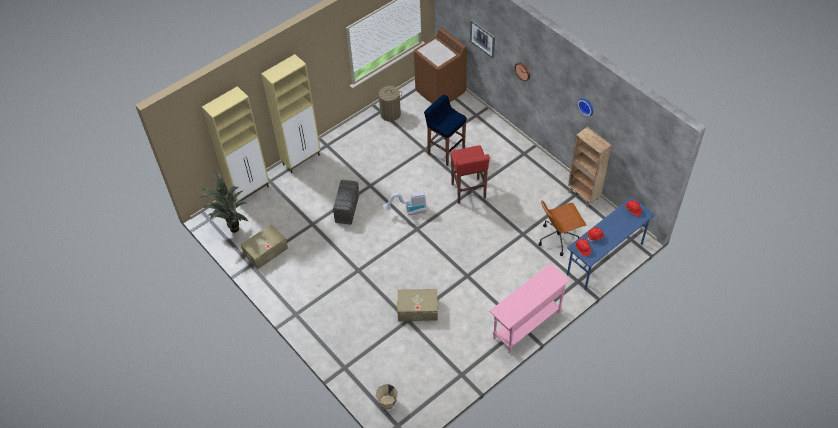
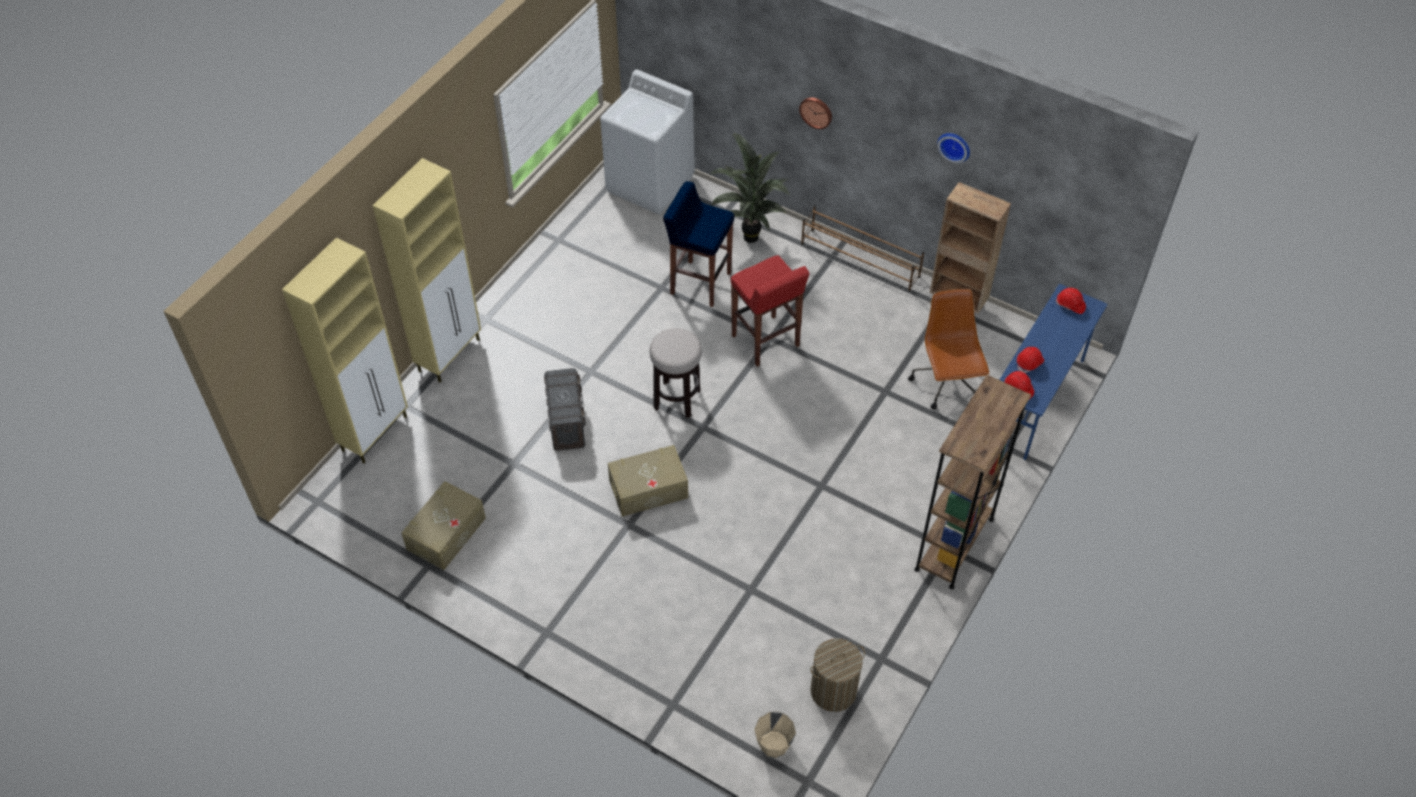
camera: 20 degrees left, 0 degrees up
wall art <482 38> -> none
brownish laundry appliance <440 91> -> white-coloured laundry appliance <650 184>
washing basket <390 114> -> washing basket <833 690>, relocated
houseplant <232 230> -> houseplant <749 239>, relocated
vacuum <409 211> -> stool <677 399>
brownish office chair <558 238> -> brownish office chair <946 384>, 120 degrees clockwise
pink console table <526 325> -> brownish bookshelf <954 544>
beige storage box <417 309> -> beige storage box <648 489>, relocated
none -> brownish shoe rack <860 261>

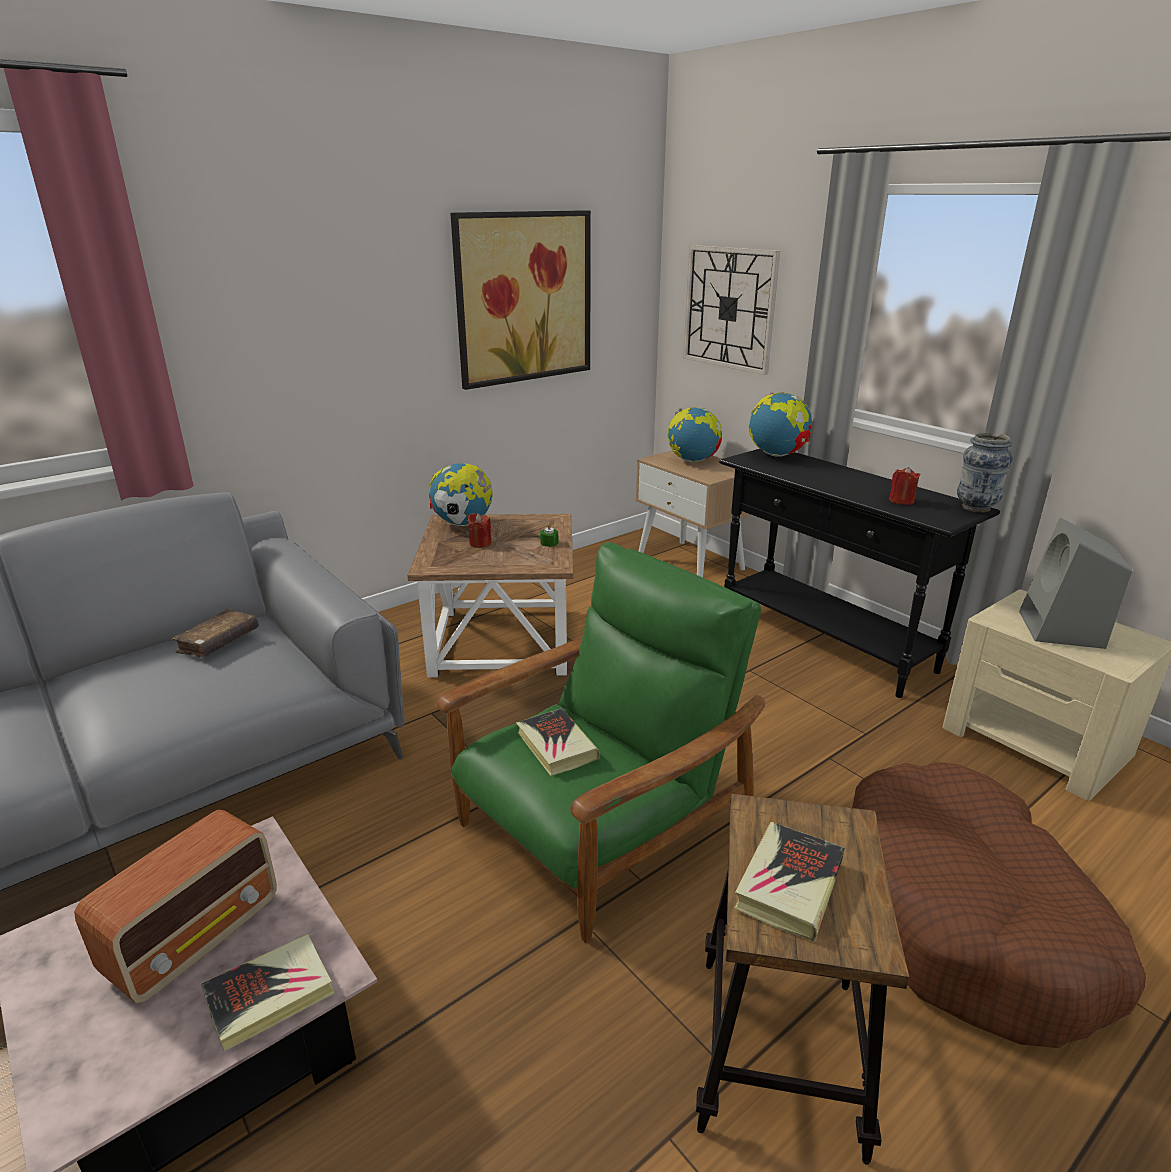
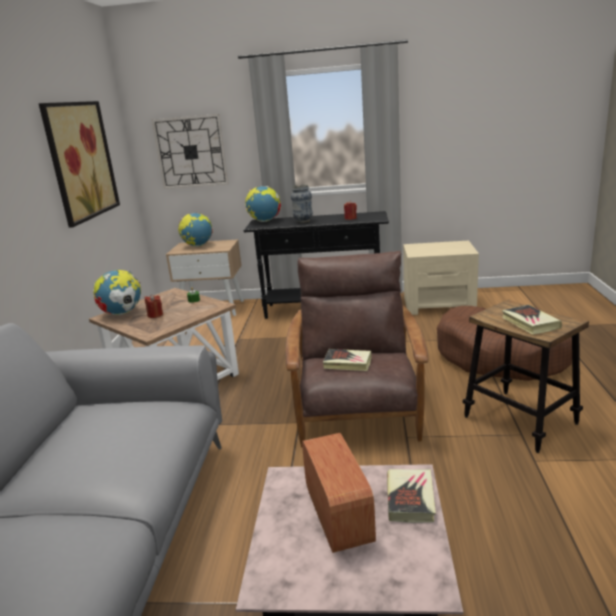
camera: 45 degrees left, 5 degrees down
decorative vase <975 508> -> decorative vase <303 221>, relocated
greyish speaker <1062 630> -> none
green-coloured easy chair <601 825> -> brownish easy chair <357 408>
brownish volume <218 642> -> none

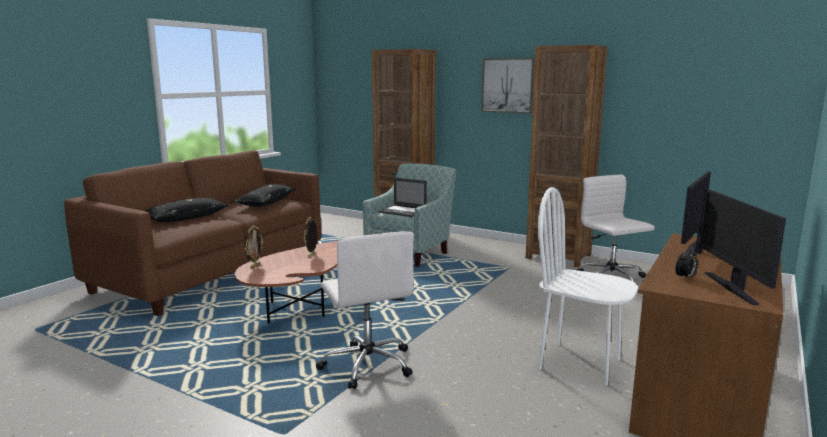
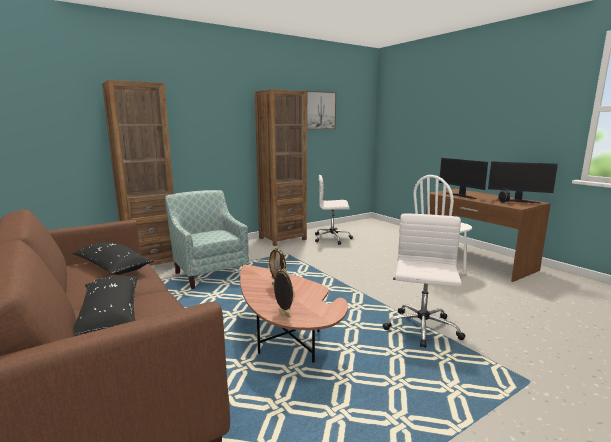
camera: 65 degrees left, 0 degrees up
wall art <508 85> -> wall art <320 110>, relocated
notebook computer <403 211> -> none
white-coloured office chair <367 364> -> white-coloured office chair <422 329>, 75 degrees counterclockwise

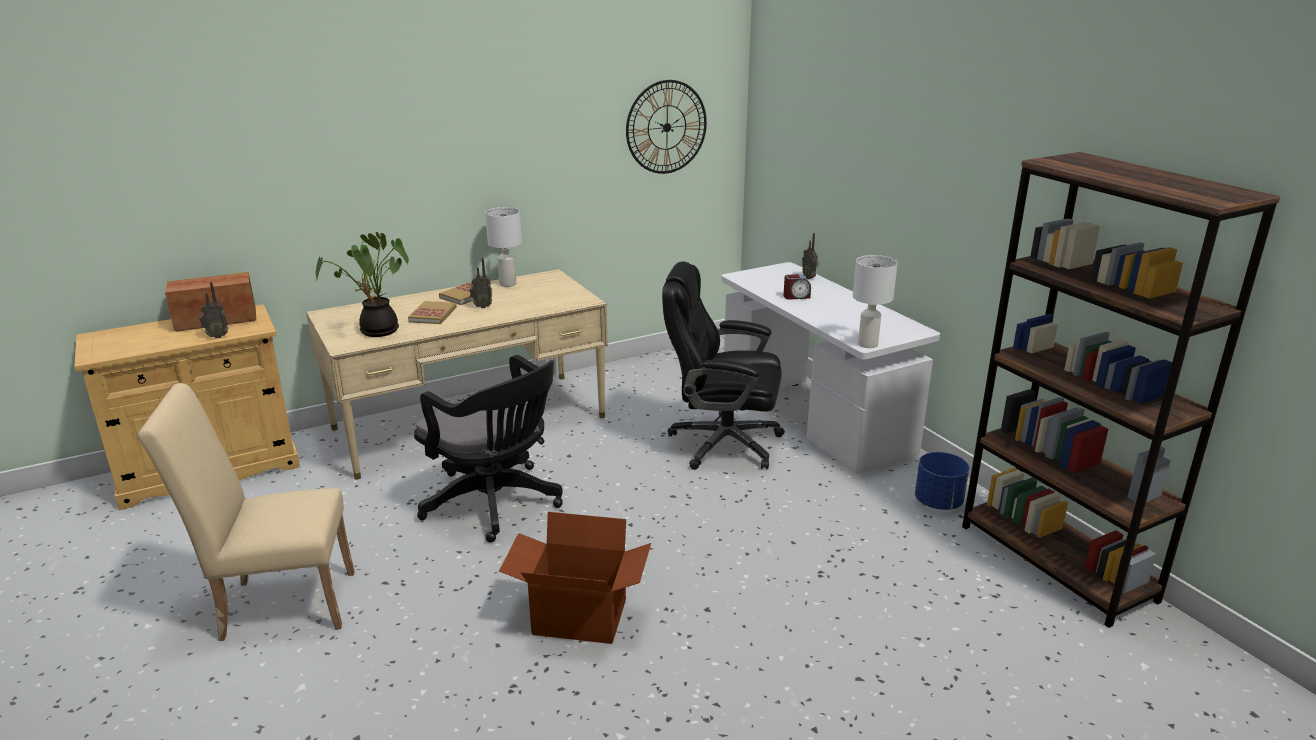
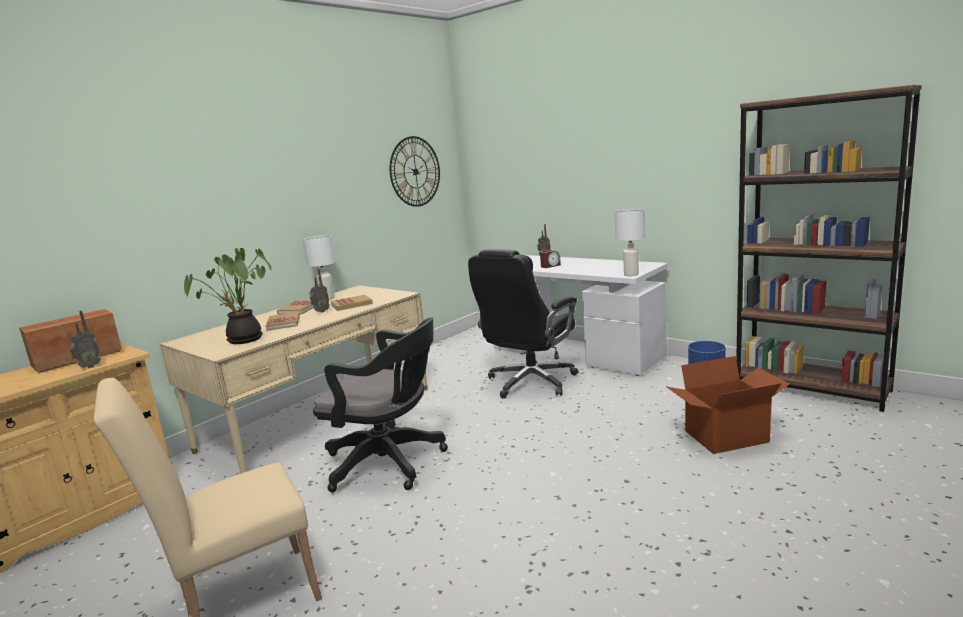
camera: 20 degrees left, 10 degrees down
black-coloured office chair <722 443> -> black-coloured office chair <530 382>, 45 degrees counterclockwise
cardboard box <579 618> -> cardboard box <727 437>, relocated
none -> volume <351 304>

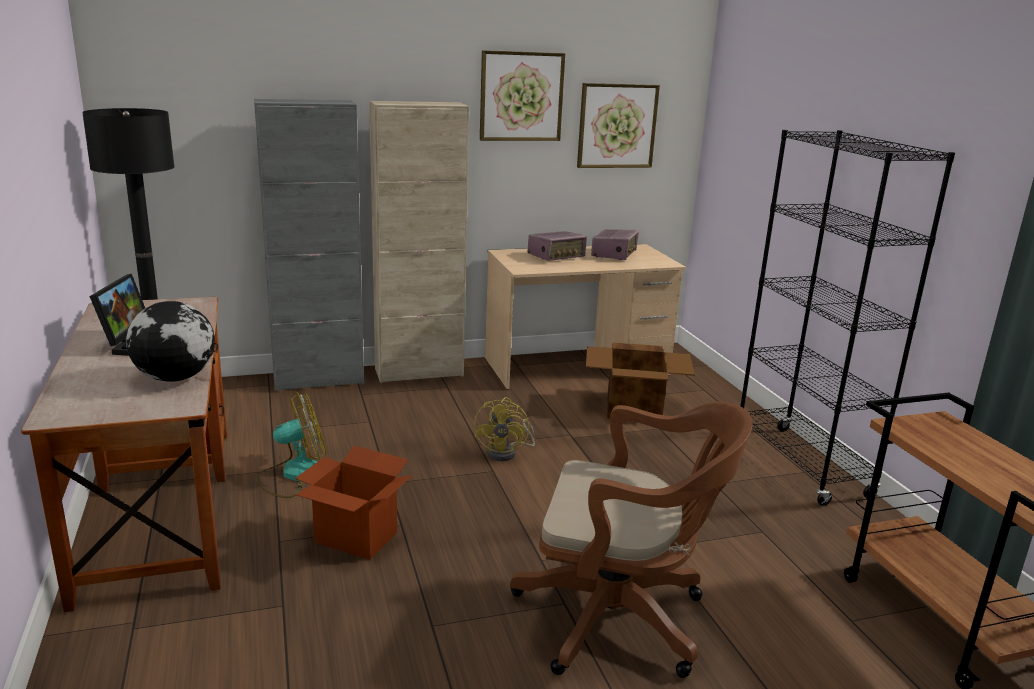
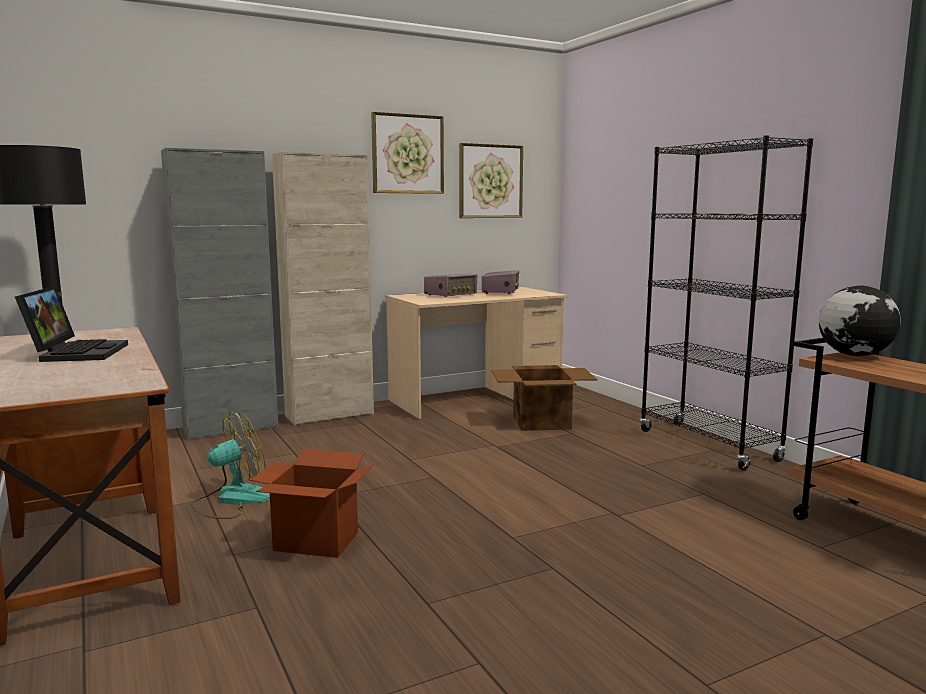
camera: 10 degrees left, 10 degrees down
globe <176 378> -> globe <854 355>, relocated
yellowish cooling fan <507 453> -> none
brownish office chair <621 619> -> none

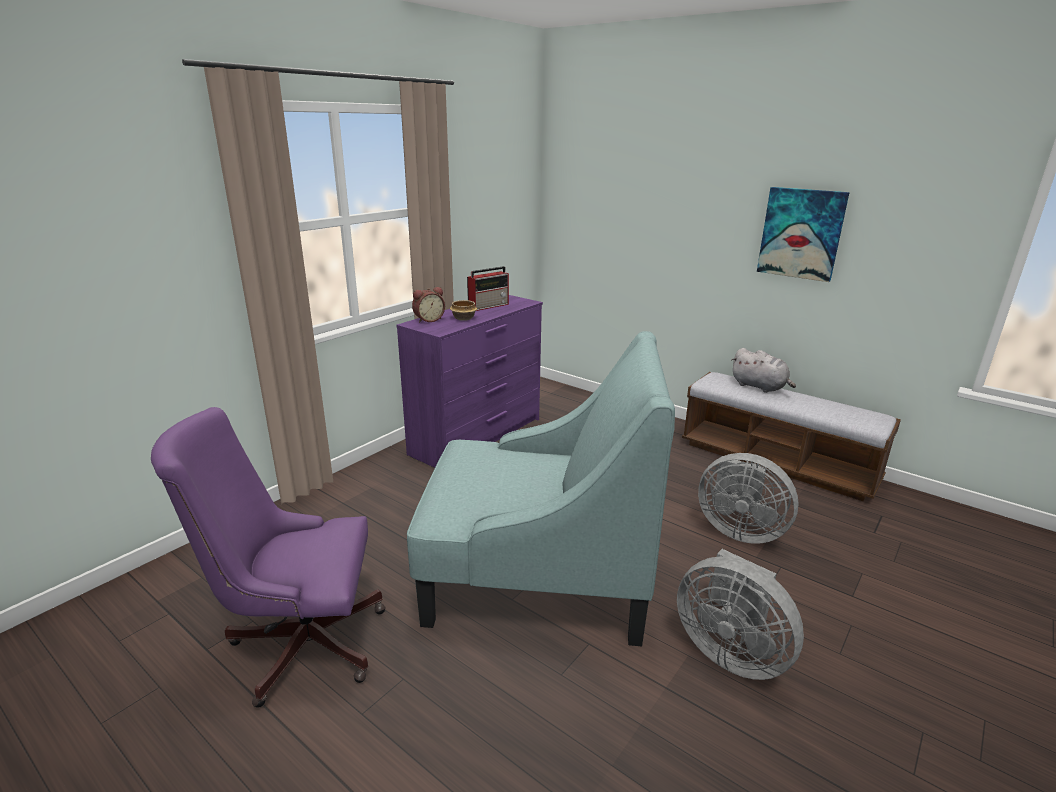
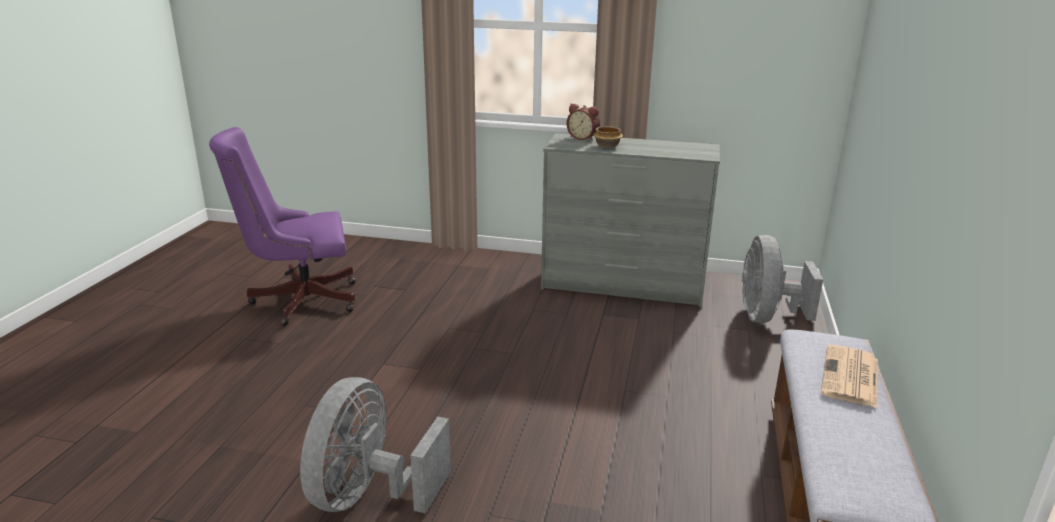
camera: 65 degrees right, 0 degrees up
wall art <801 233> -> none
radio set <489 306> -> none
purplish drawer chest <477 437> -> greyish drawer chest <622 286>
turquoise easy chair <536 574> -> none
greyish cuddly toy <760 387> -> printed paper <850 377>
purplish office chair <299 643> -> purplish office chair <299 300>, 75 degrees counterclockwise
greyish cooling fan <738 530> -> greyish cooling fan <767 317>, relocated

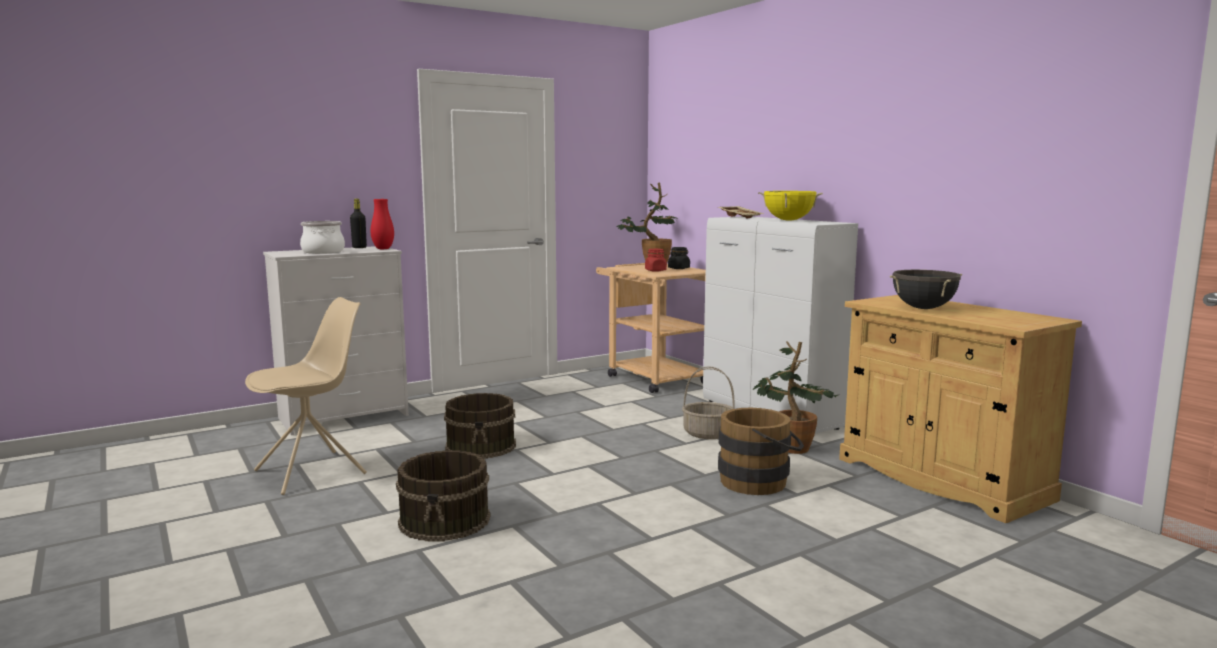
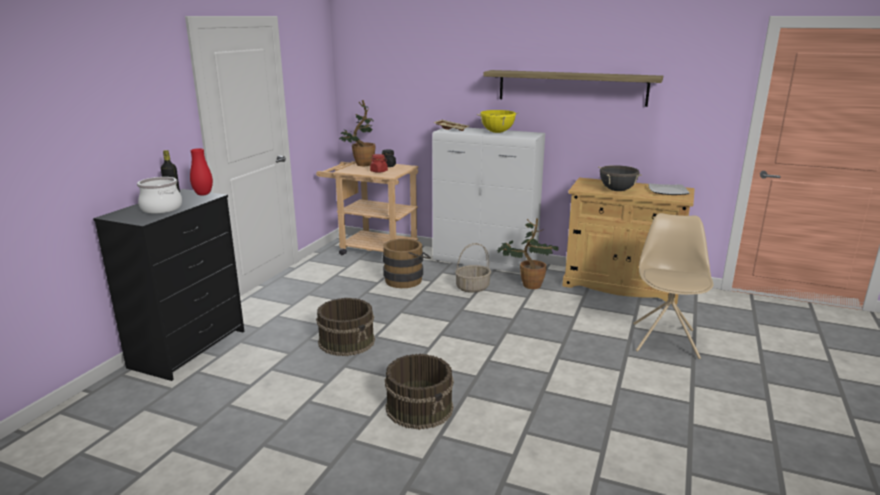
camera: 35 degrees left, 10 degrees up
white-coloured drawer chest <345 416> -> black-coloured drawer chest <189 348>
beige plain chair <313 472> -> beige plain chair <665 340>, relocated
brownish pail <760 482> -> brownish pail <406 279>, relocated
none -> wall shelf <571 87>
none -> dinner plate <667 191>

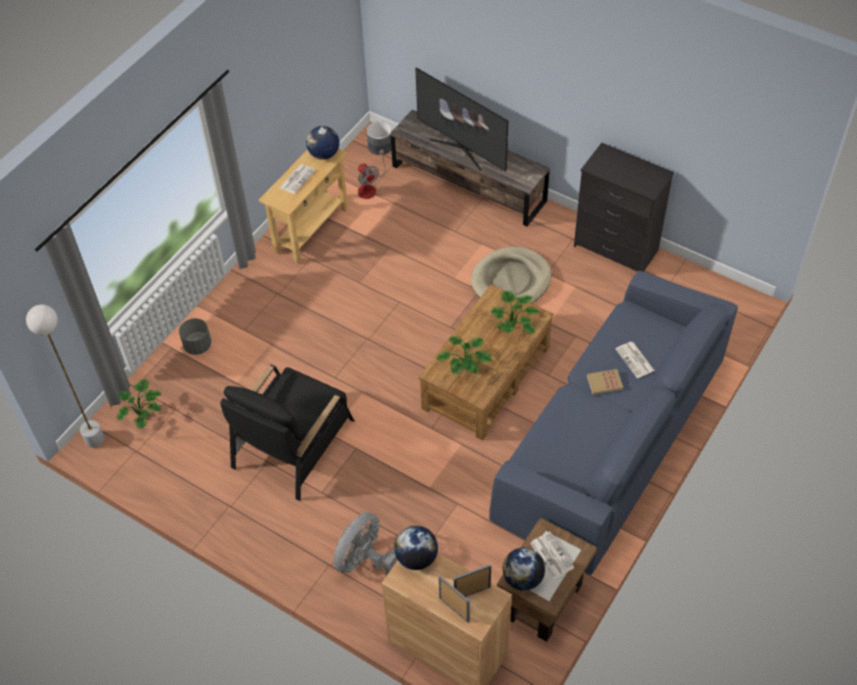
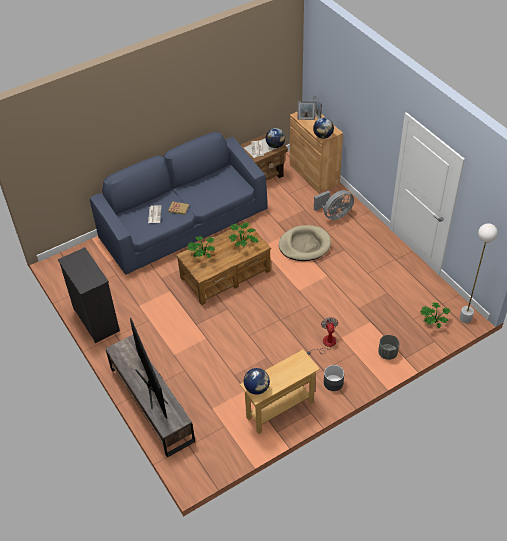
camera: 155 degrees left, 5 degrees down
greyish plant pot <380 146> -> greyish plant pot <333 383>, relocated
cooling fan <369 187> -> cooling fan <325 344>, relocated
printed paper <297 179> -> none
beige dog cushion <511 281> -> beige dog cushion <304 245>, relocated
black-coloured easy chair <293 443> -> none

